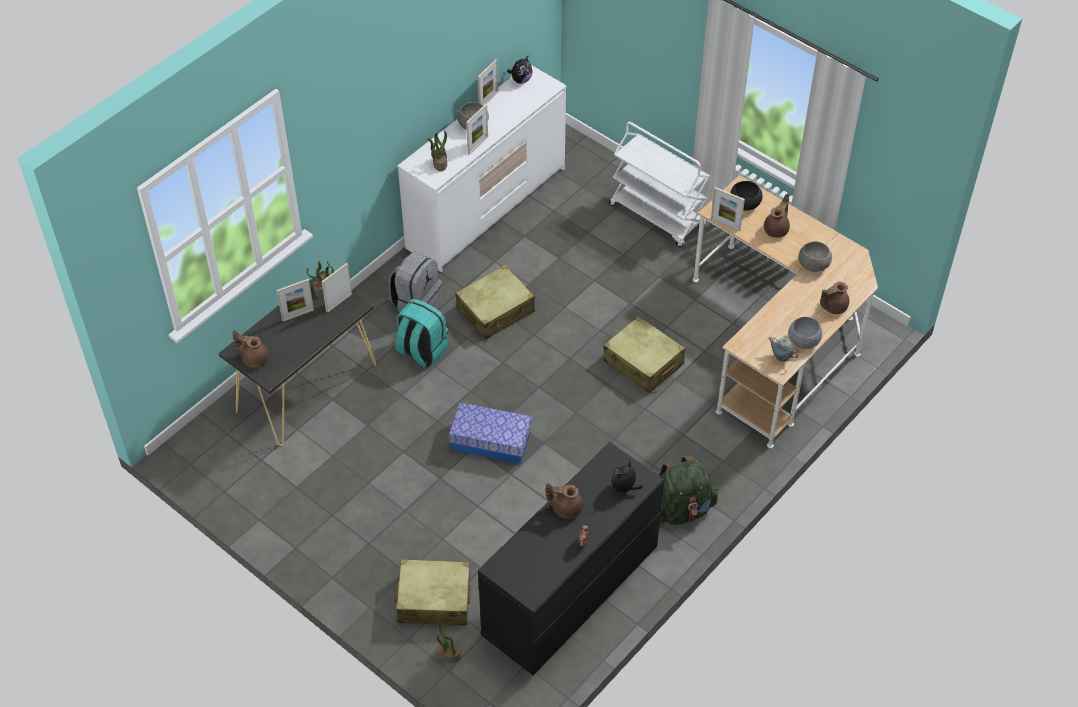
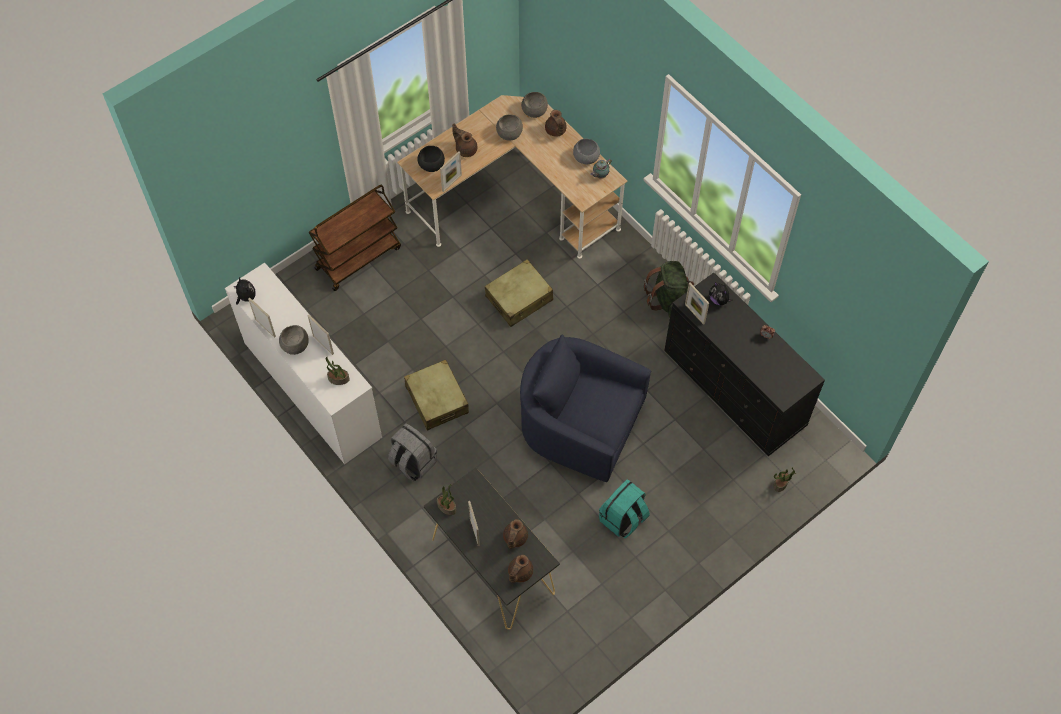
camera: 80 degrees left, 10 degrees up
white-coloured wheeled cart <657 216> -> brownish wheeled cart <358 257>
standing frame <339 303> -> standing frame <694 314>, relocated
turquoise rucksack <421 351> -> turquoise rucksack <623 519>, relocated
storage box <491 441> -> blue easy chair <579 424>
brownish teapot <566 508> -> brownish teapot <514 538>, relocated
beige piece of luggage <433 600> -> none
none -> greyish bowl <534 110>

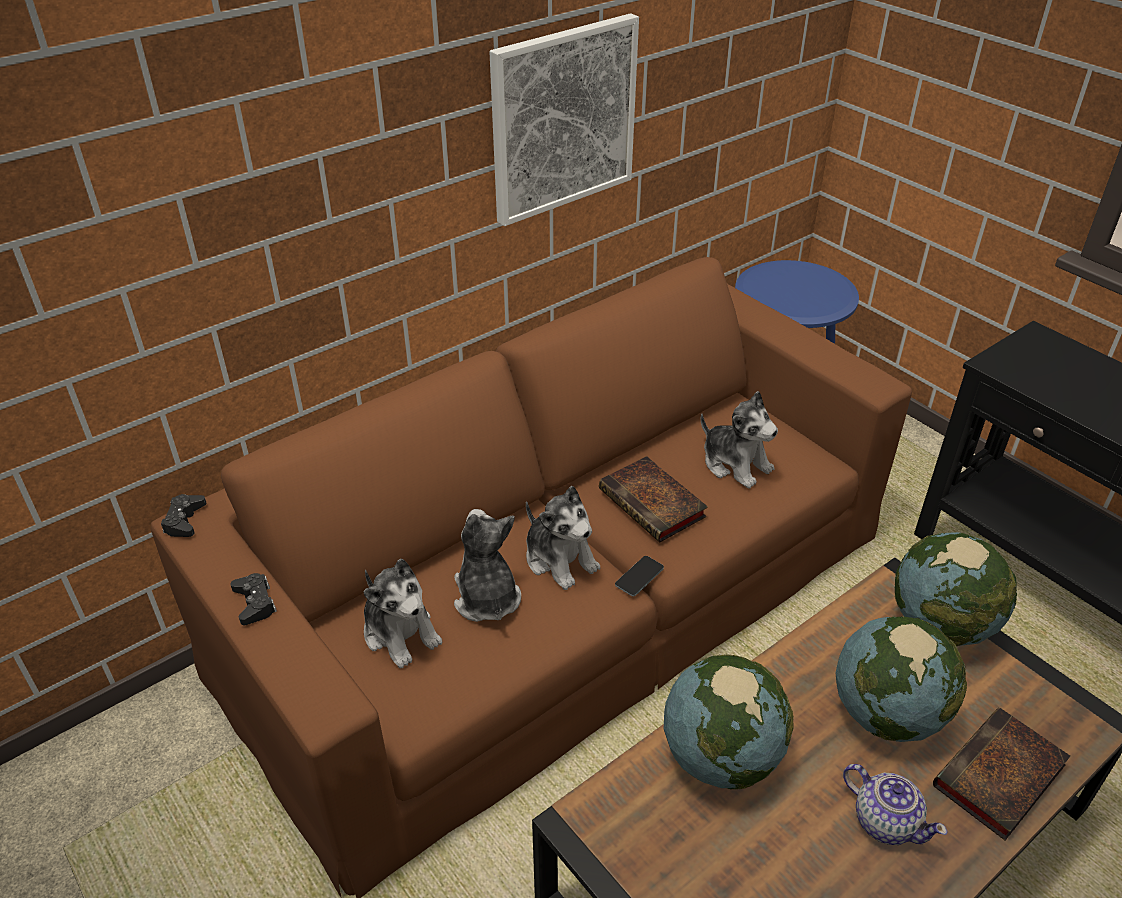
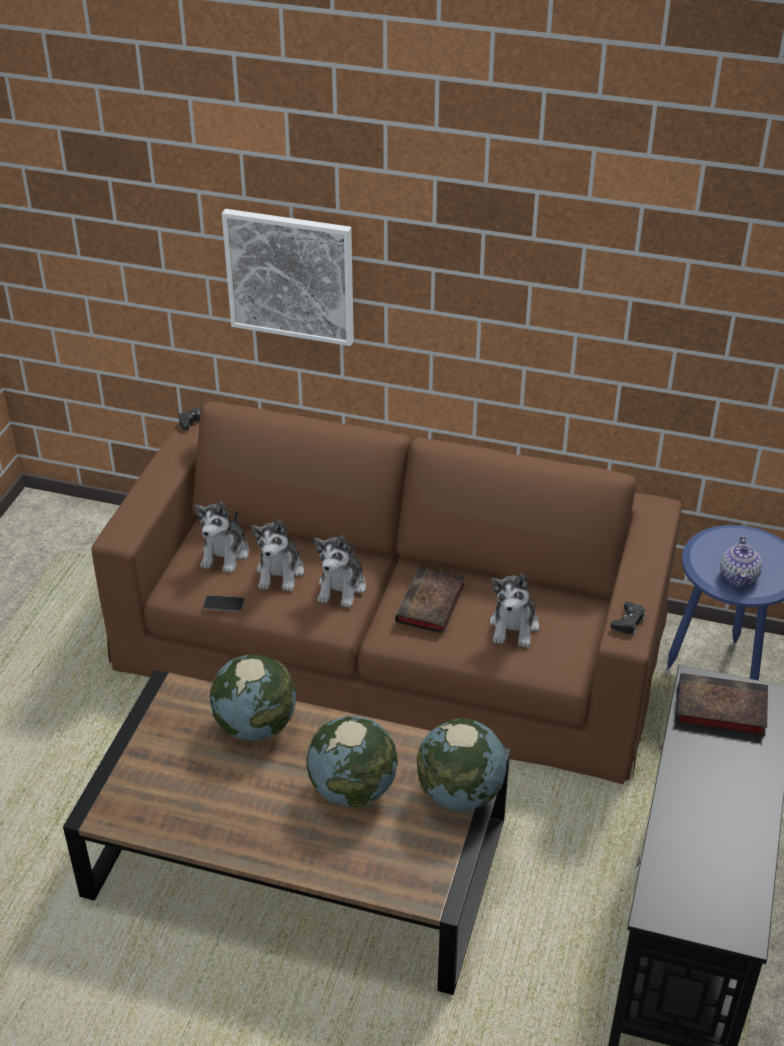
camera: 55 degrees right, 0 degrees up
wall art <562 119> -> wall art <290 276>, relocated
cuddly toy <486 598> -> cuddly toy <280 572>, 150 degrees clockwise
telephone <639 576> -> telephone <223 604>, relocated
black-coloured gamepad <255 603> -> black-coloured gamepad <628 622>, relocated
volume <998 779> -> volume <718 709>, relocated
teapot <885 820> -> teapot <739 576>, relocated

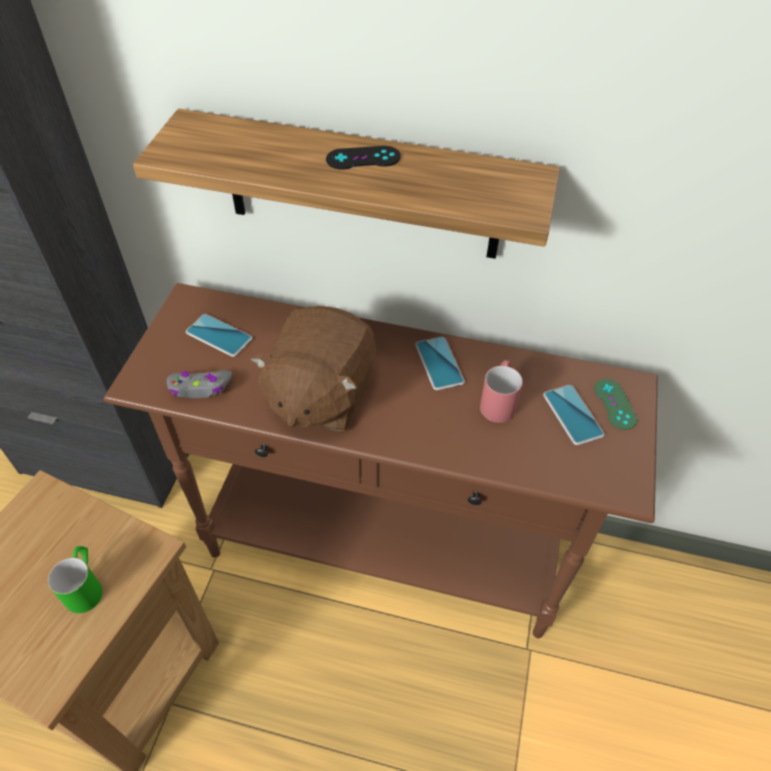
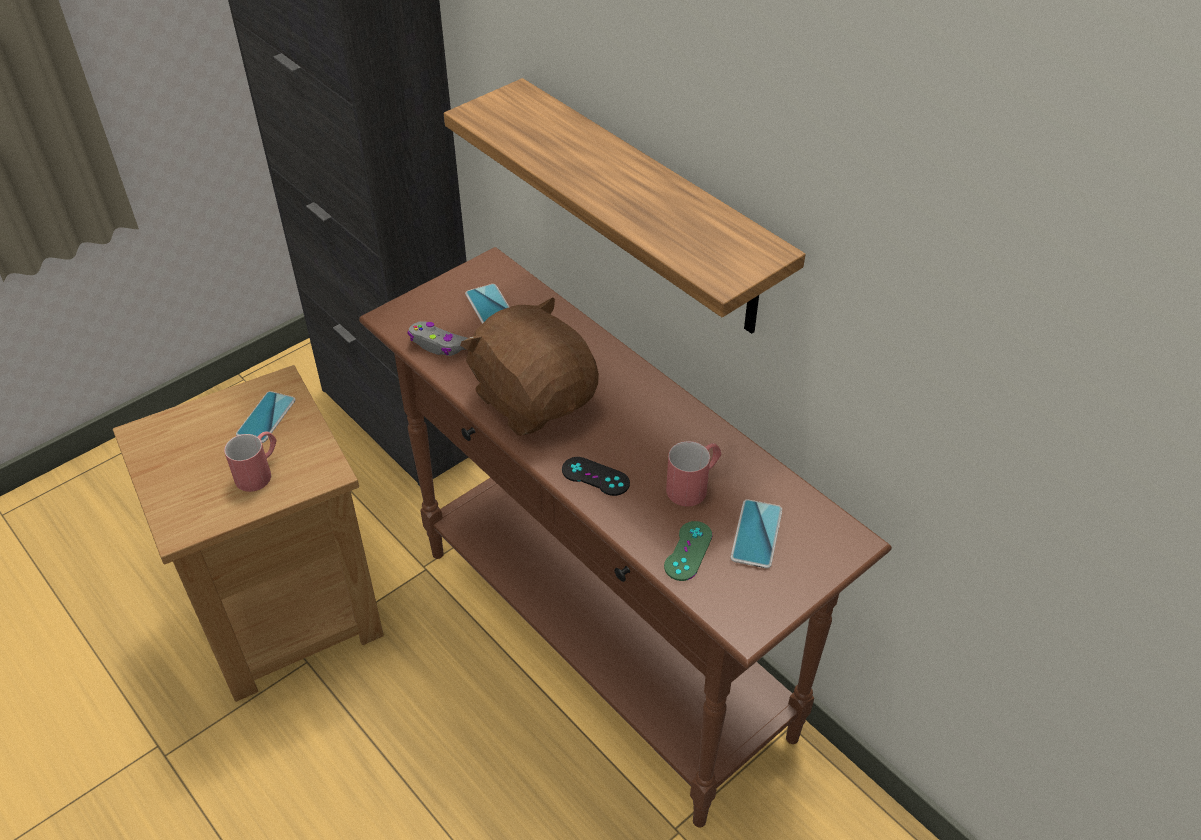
camera: 35 degrees right, 5 degrees down
black-coloured gamepad <363 158> -> black-coloured gamepad <595 476>, relocated
brownish cuddly toy <320 394> -> brownish cuddly toy <534 399>, 90 degrees clockwise
telephone <439 363> -> telephone <266 417>, relocated
green-coloured gamepad <614 404> -> green-coloured gamepad <688 551>, relocated
green-coloured tea mug <85 585> -> reddish tea mug <259 472>

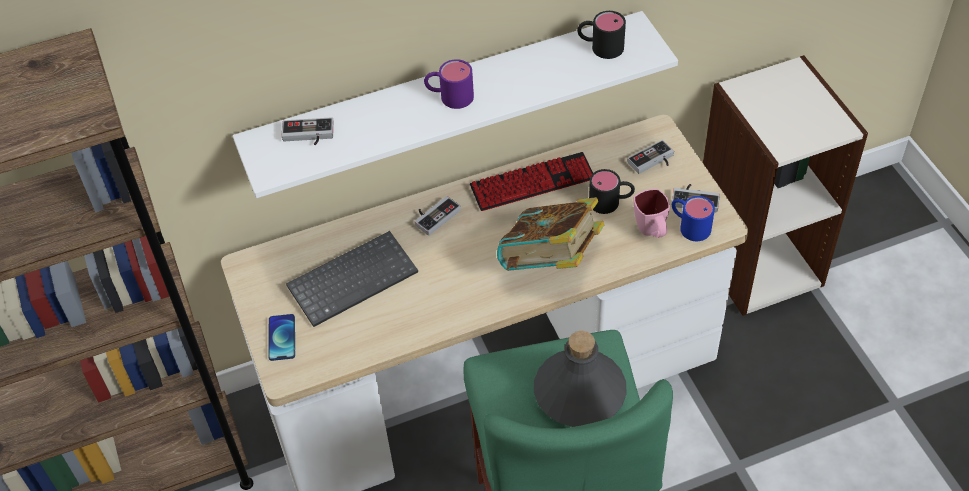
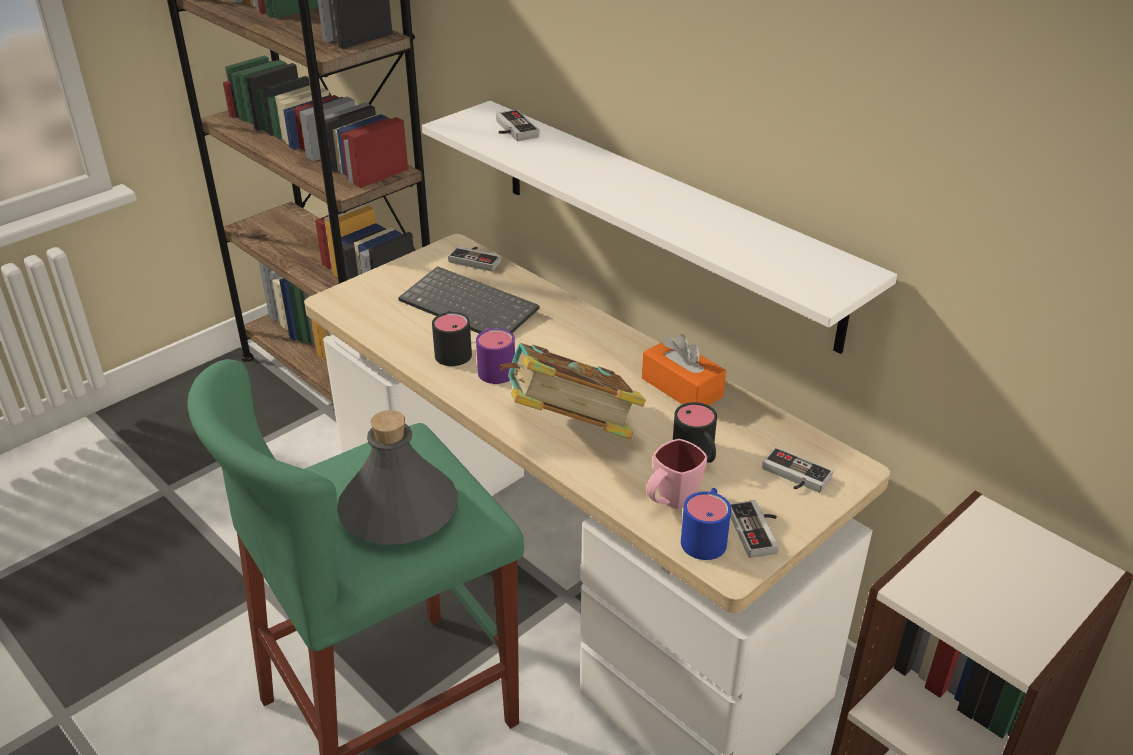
camera: 65 degrees right, 15 degrees down
black-coloured tea mug <600 46> -> black-coloured tea mug <452 350>, relocated
purplish tea mug <449 96> -> purplish tea mug <494 367>, relocated
computer keyboard <532 183> -> orange-coloured box of tissues <682 387>
gamepad <434 215> -> gamepad <477 259>, relocated
telephone <282 338> -> none

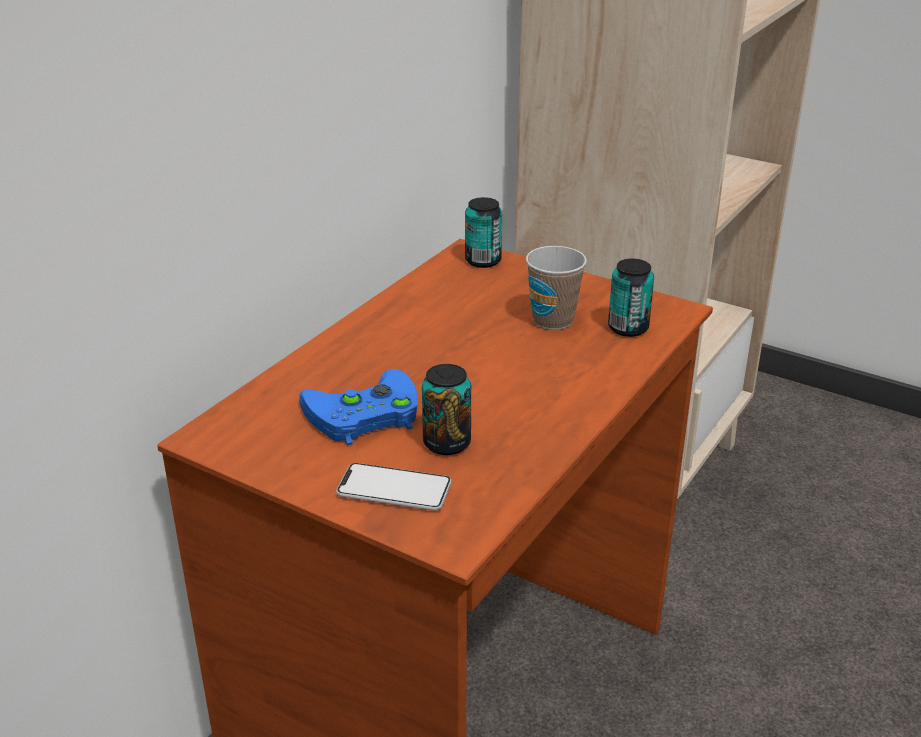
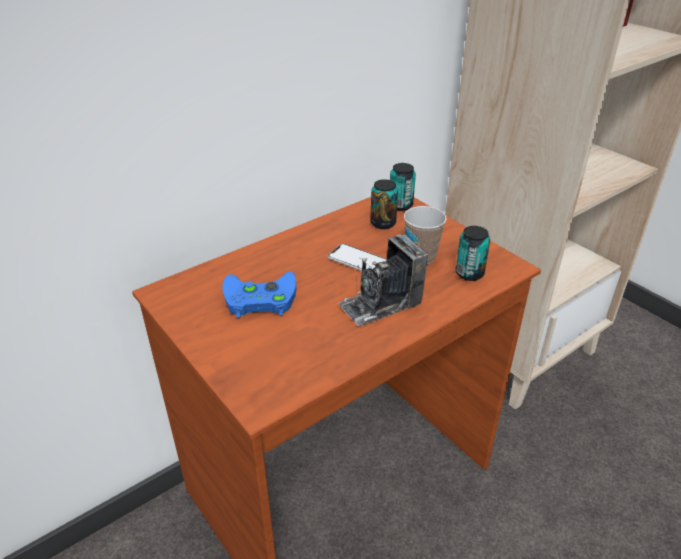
camera: 20 degrees right, 5 degrees up
sealed can <447 443> -> sealed can <383 223>, relocated
telephone <394 489> -> telephone <358 261>, relocated
none -> photo camera <380 303>

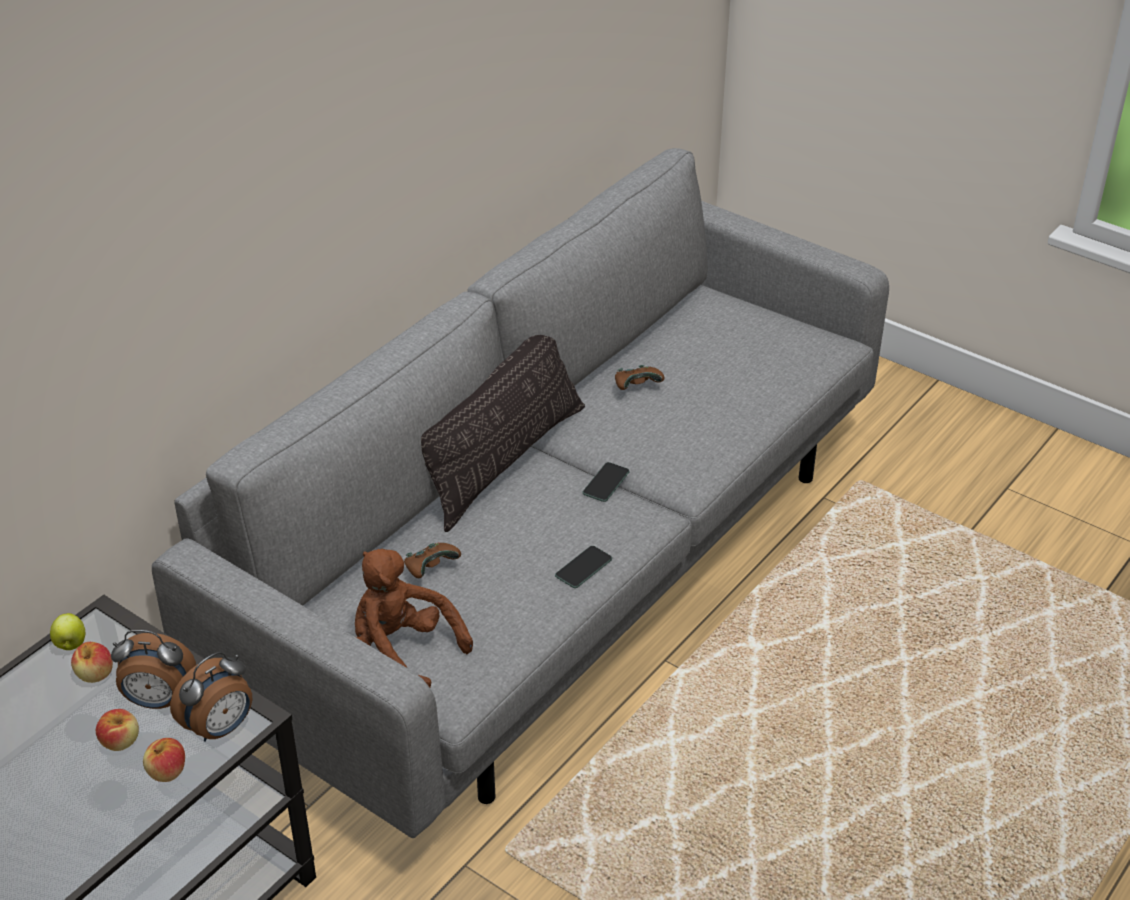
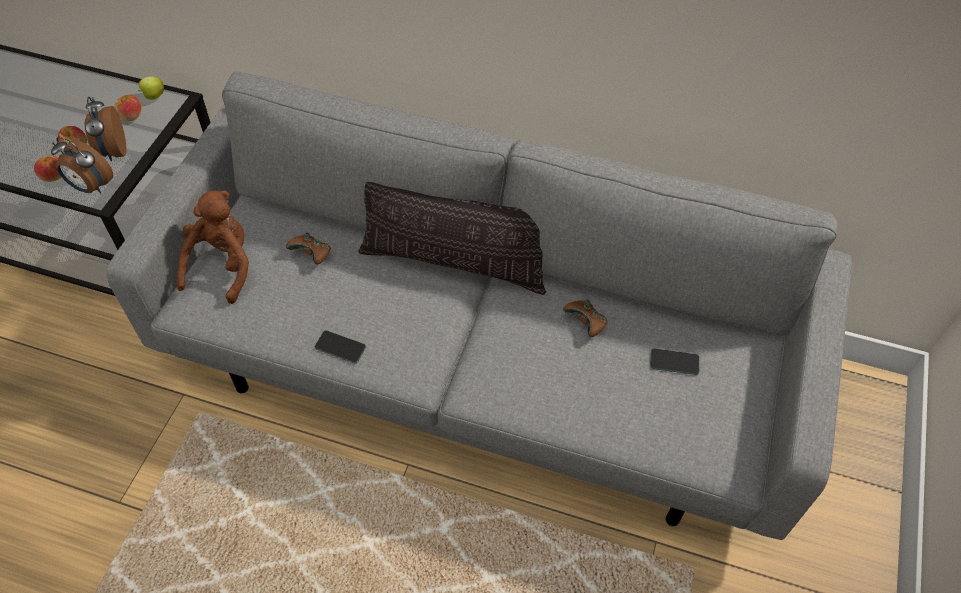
camera: 70 degrees right, 15 degrees up
telephone <606 483> -> telephone <674 362>, relocated

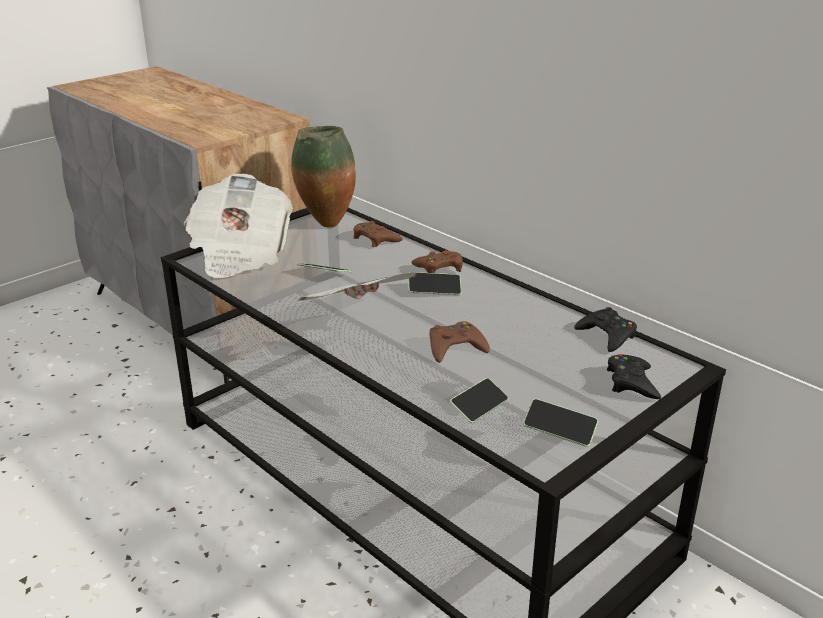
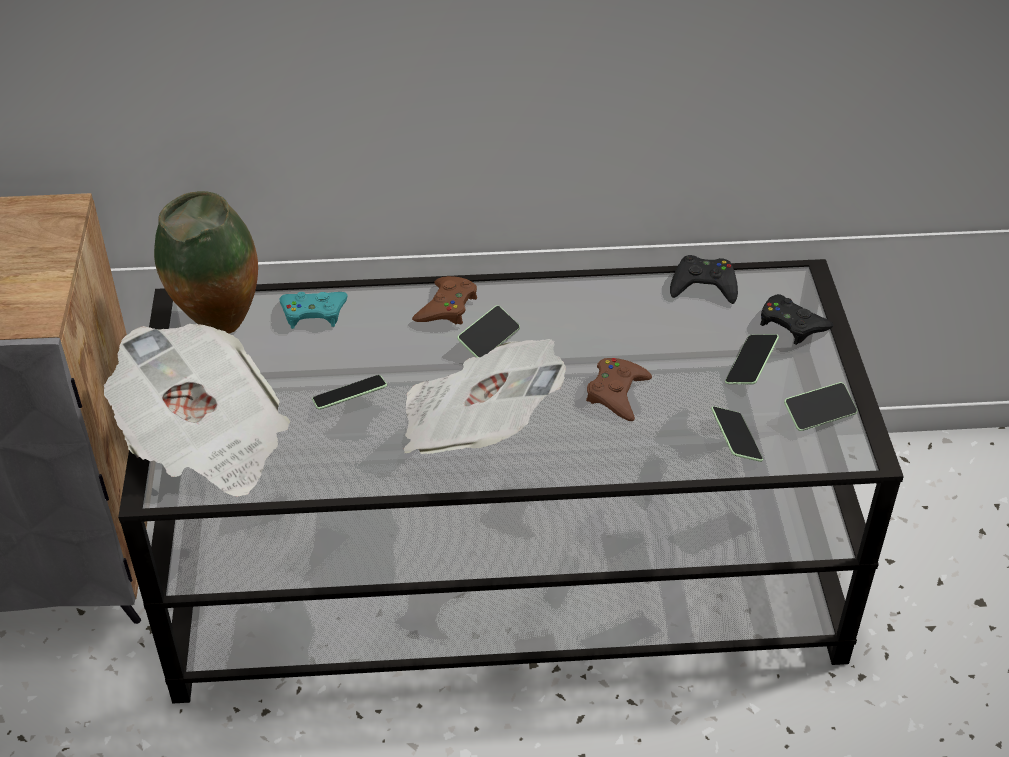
camera: 50 degrees left, 15 degrees up
brownish gamepad <375 239> -> turquoise gamepad <313 313>
none -> telephone <750 367>

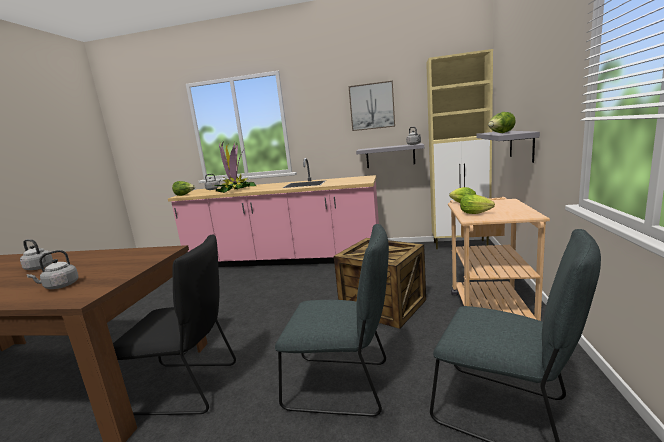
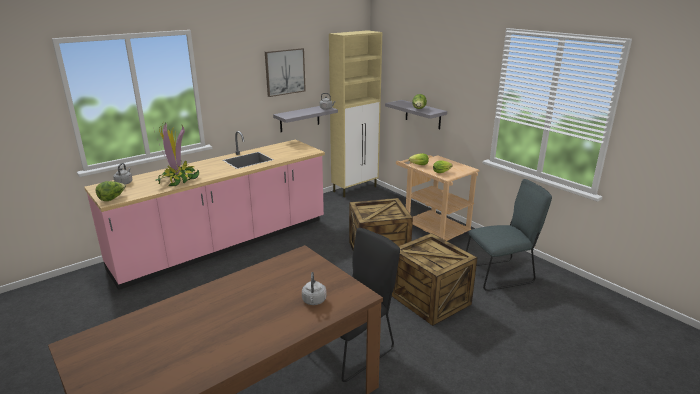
camera: 50 degrees left, 10 degrees up
greyish plain chair <343 385> -> shipping crate <431 299>
greyish water kettle <40 267> -> none

